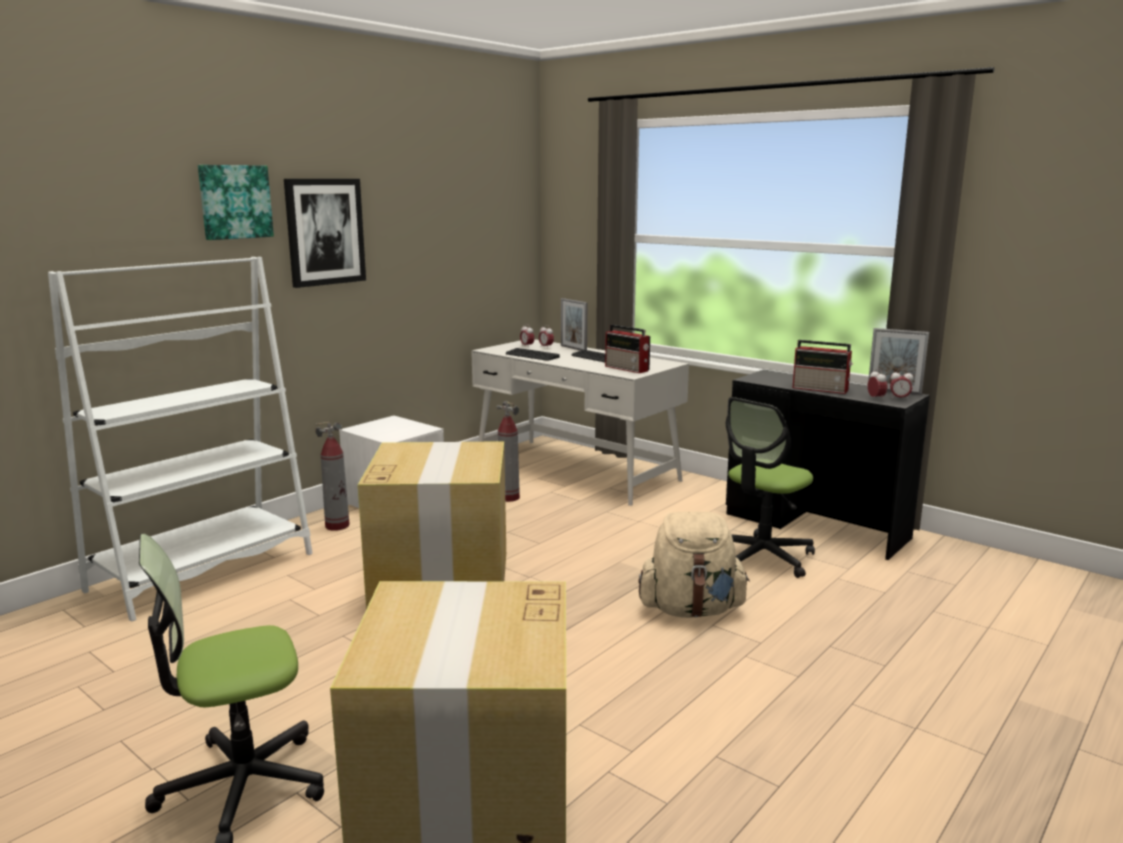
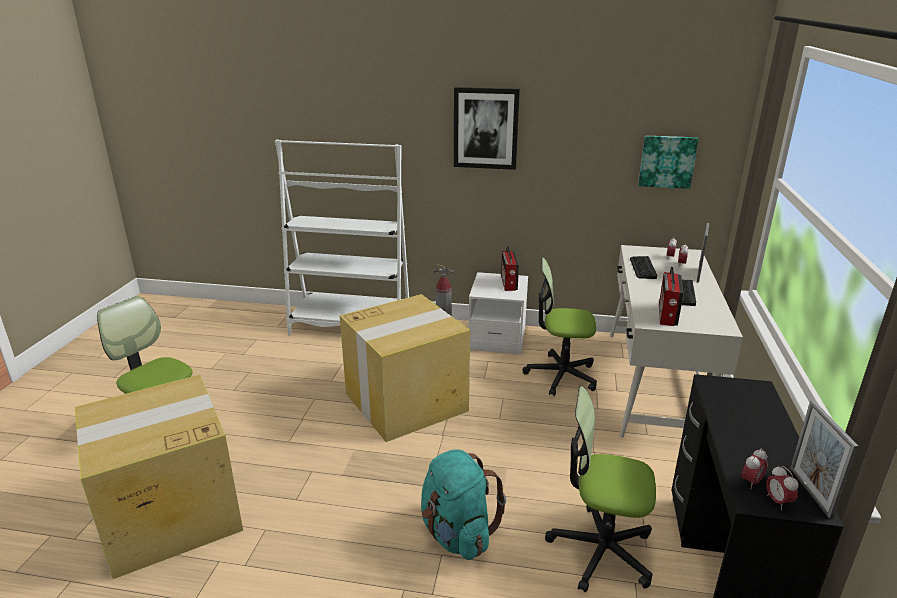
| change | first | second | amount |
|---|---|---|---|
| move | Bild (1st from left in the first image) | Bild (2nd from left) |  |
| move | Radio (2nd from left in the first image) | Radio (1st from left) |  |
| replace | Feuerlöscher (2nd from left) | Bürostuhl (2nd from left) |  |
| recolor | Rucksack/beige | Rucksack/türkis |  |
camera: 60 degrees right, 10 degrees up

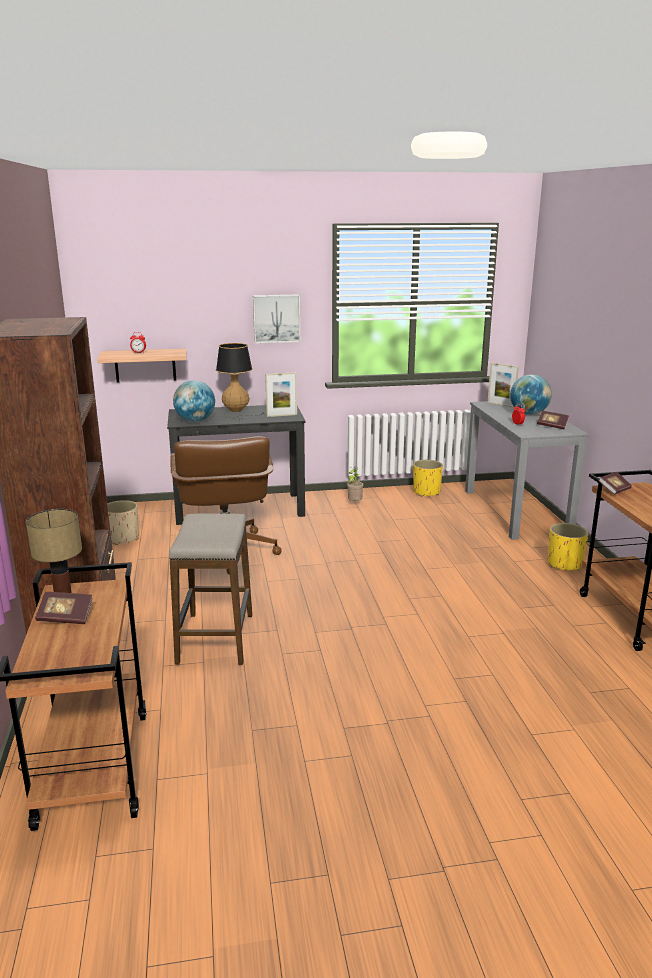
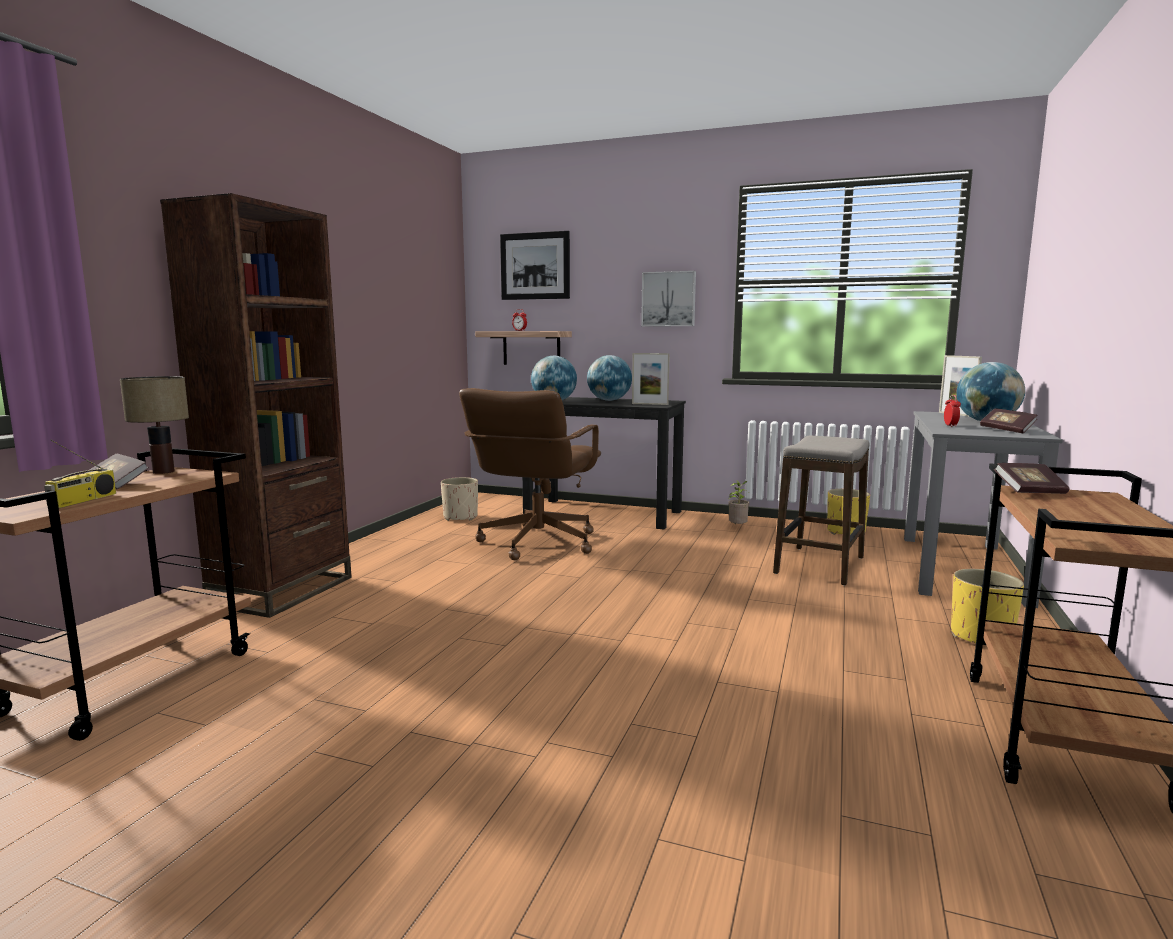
| change | first | second | amount |
|---|---|---|---|
| replace | Tischlampe (2nd from left) | Globus (2nd from left) |  |
| move | Hocker |  |  |
| insert |  | Bild (1st from left) |  |
| insert |  | Radio |  |
camera: 30 degrees right, 10 degrees down

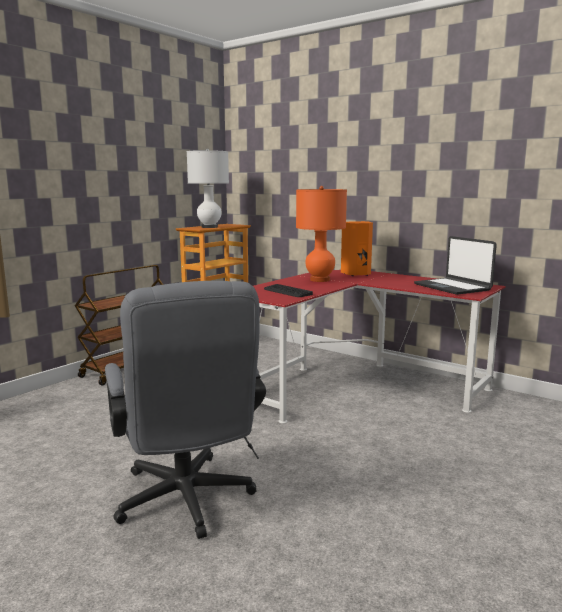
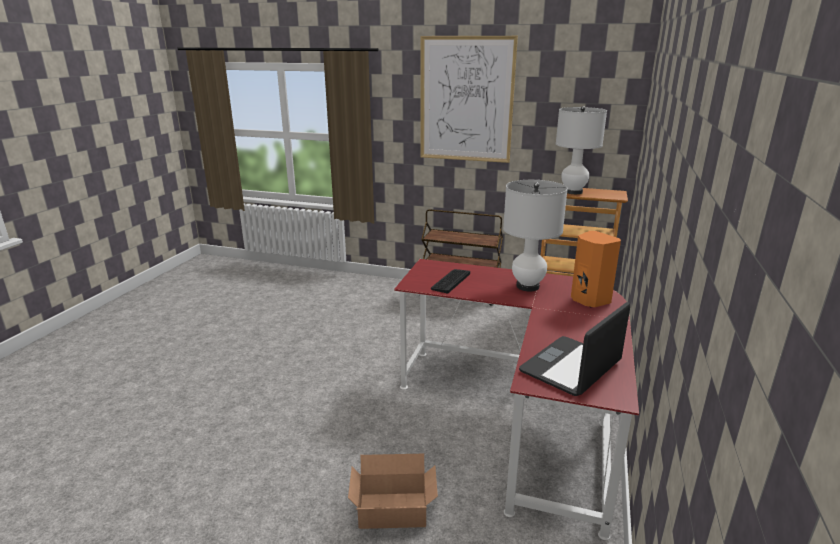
| change | first | second | amount |
|---|---|---|---|
| recolor | Tischlampe/orange | Tischlampe/weiß (1st from left) |  |
| delete | Bürostuhl/grau |  |  |
| insert |  | Bild |  |
| insert |  | Karton |  |
camera: 70 degrees right, 10 degrees up

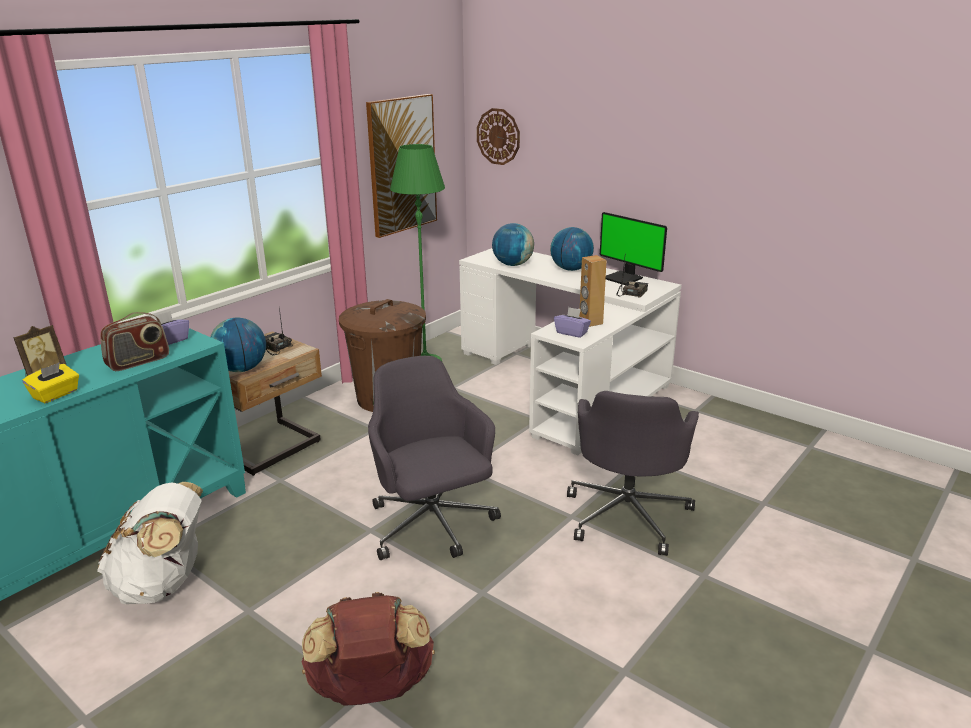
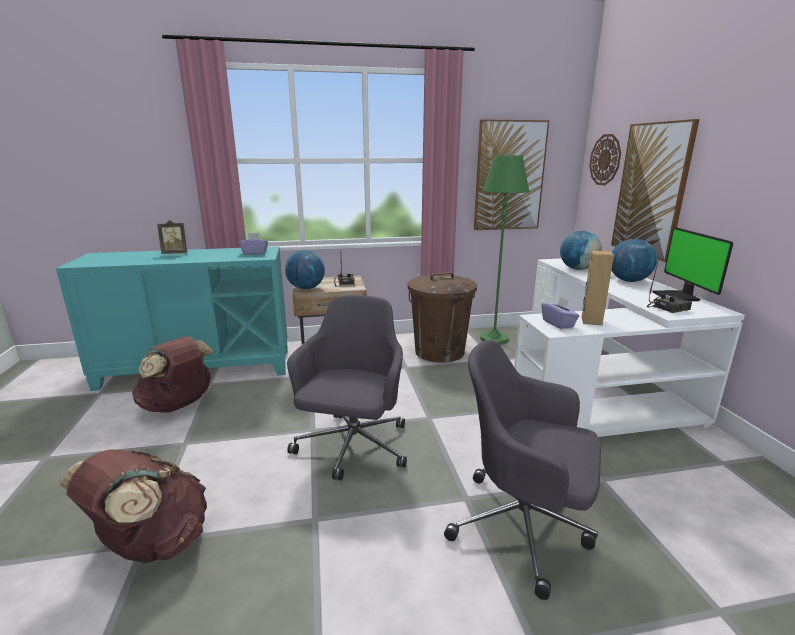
| change | first | second | amount |
|---|---|---|---|
| delete | Radio (1st from left) |  |  |
| delete | Taschentuchbox/gelb |  |  |
| rotate | Bürostuhl/grau (2nd from left) |  | 60 degrees clockwise |
| recolor | Rucksack/weiß | Rucksack/braun (2nd from left) |  |
| insert |  | Bild (2nd from left) |  |
camera: 40 degrees right, 5 degrees down

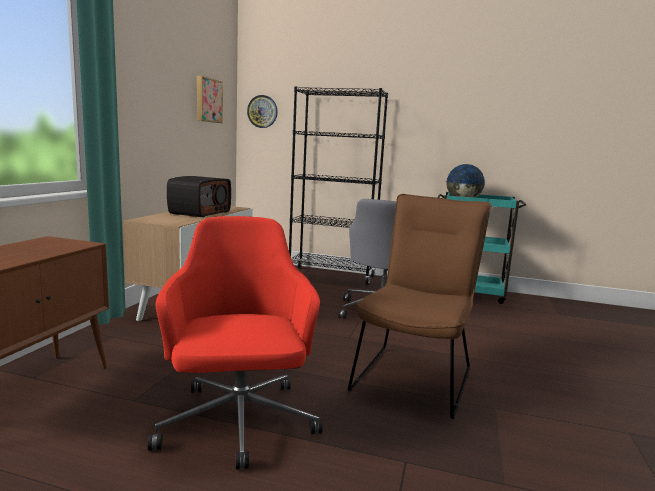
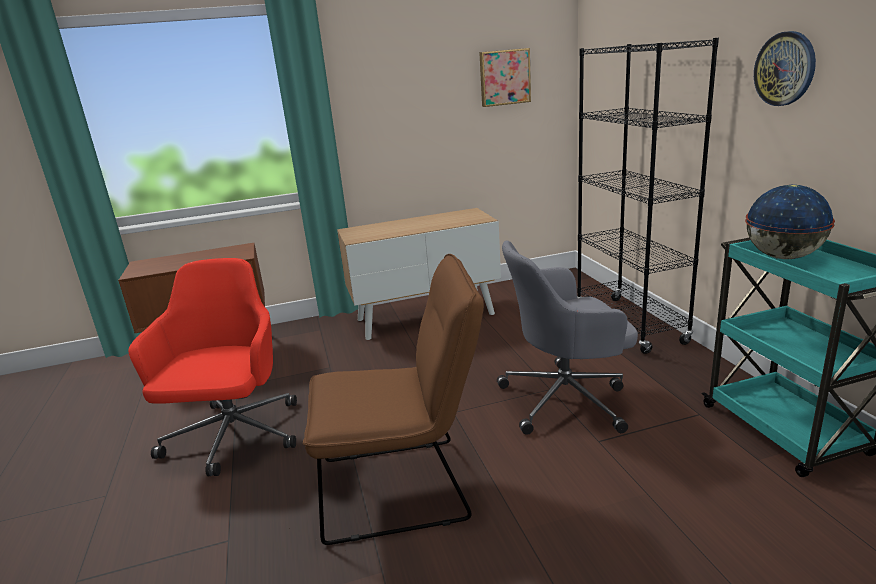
| change | first | second | amount |
|---|---|---|---|
| move | Wanduhr |  |  |
| delete | Radio |  |  |
| rotate | Bürostuhl/rot |  | 45 degrees counterclockwise |
camera: 60 degrees right, 10 degrees up

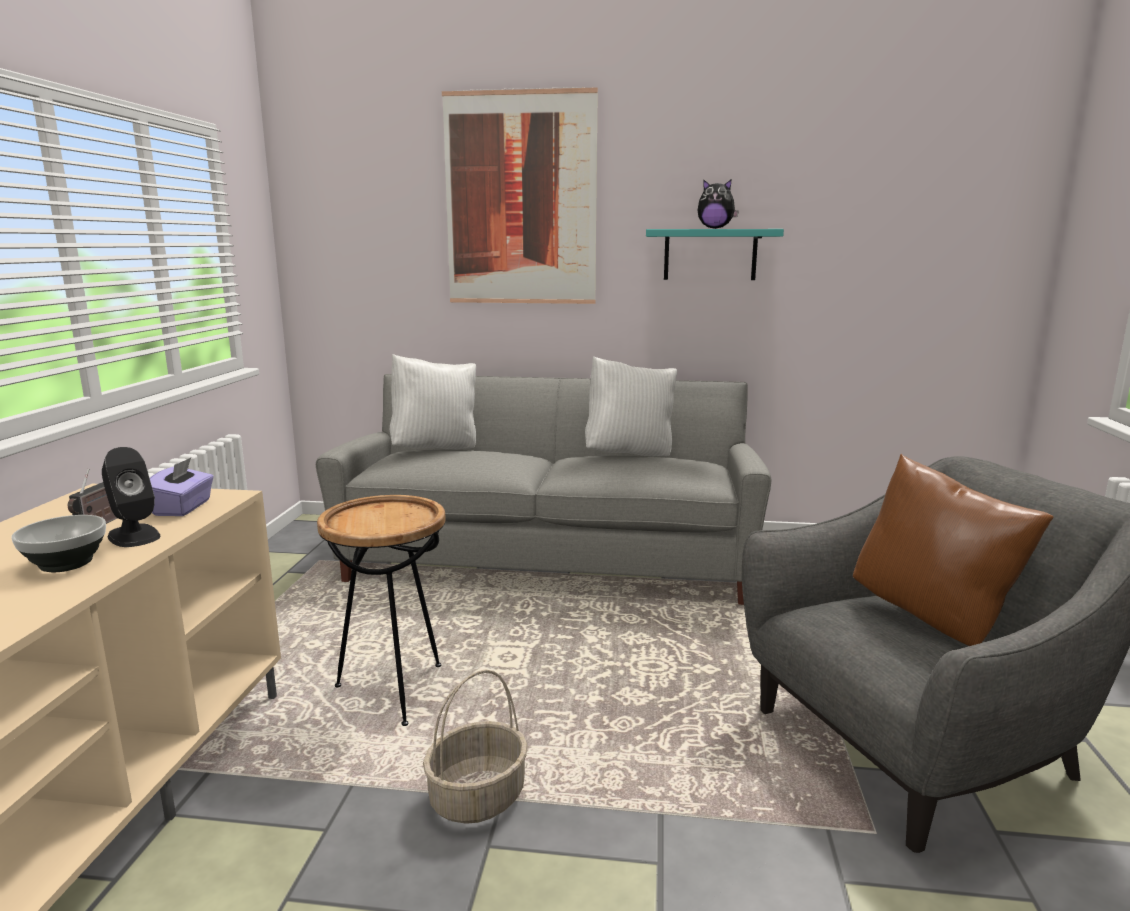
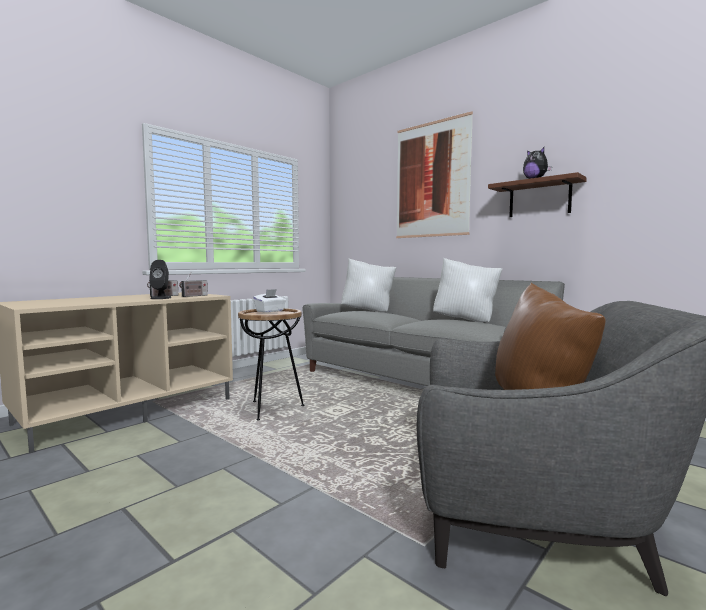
| change | first | second | amount |
|---|---|---|---|
| recolor | Wandregal/türkis | Wandregal/braun |  |
| replace | Taschentuchbox/lila | Radio (2nd from left) |  |
| delete | Schüssel |  |  |
| delete | Korb |  |  |
| insert |  | Taschentuchbox/weiß |  |
camera: 35 degrees right, 10 degrees down

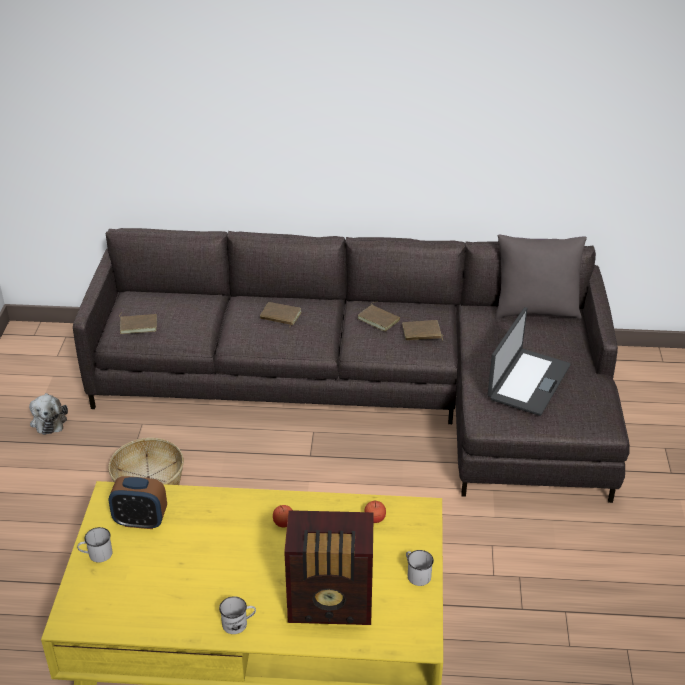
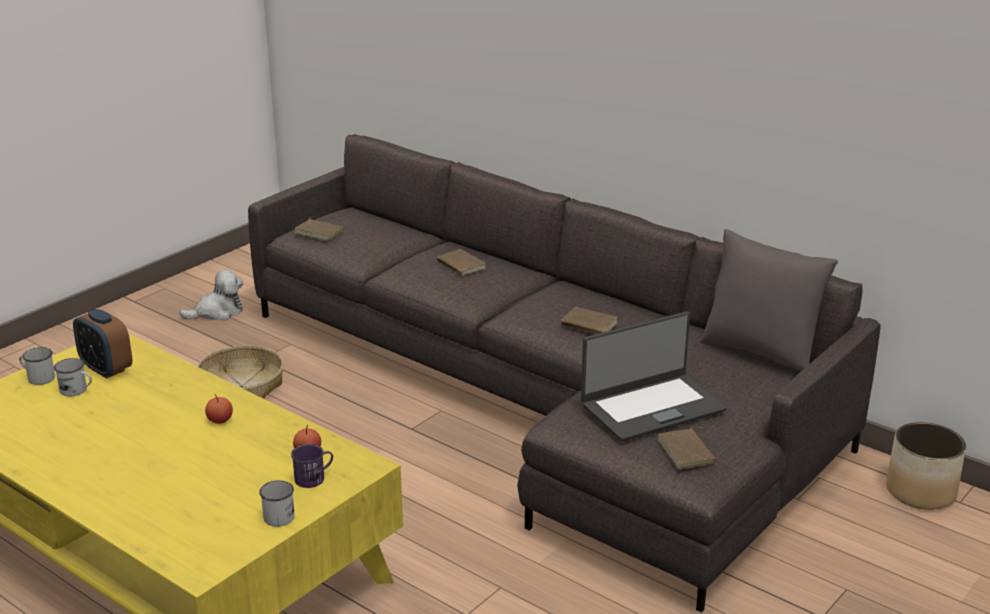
| change | first | second | amount |
|---|---|---|---|
| move | Buch/braun (3rd from left in the first image) | Buch/braun (4th from left) |  |
| rotate | Plüschtier |  | 135 degrees counterclockwise |
| delete | Radio |  |  |
| move | Henkelbecher/weiß (2nd from left) |  |  |
| insert |  | Pflanzkübel |  |
| insert |  | Henkelbecher/lila |  |
camera: 35 degrees right, 10 degrees down

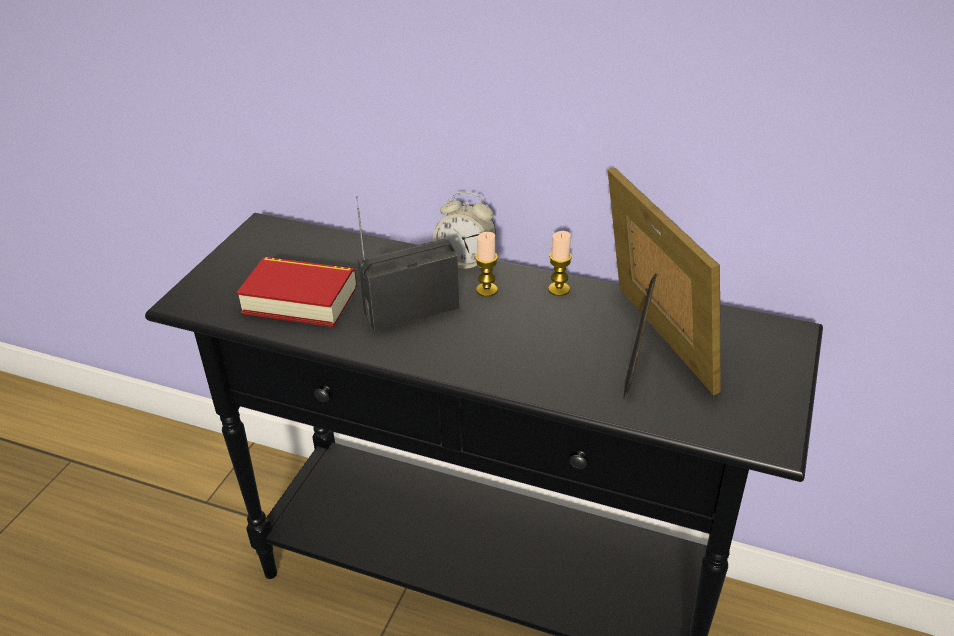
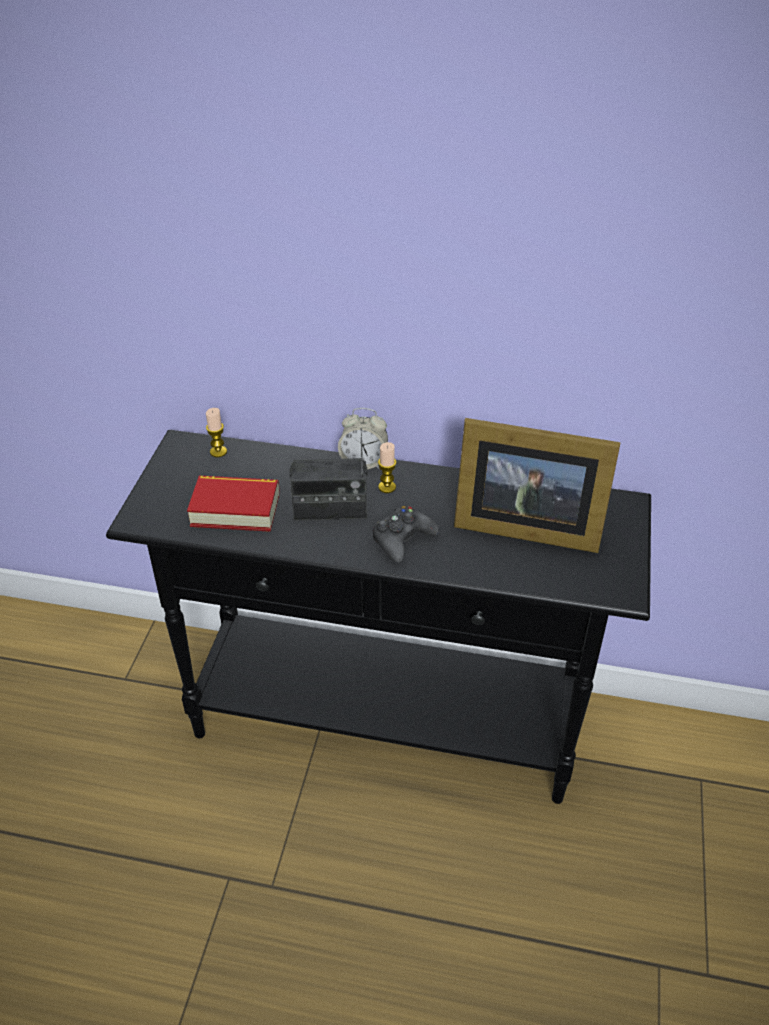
| change | first | second | amount |
|---|---|---|---|
| rotate | Bilderrahmen |  | 135 degrees clockwise |
| rotate | Radio |  | 150 degrees counterclockwise |
| move | Kerze (2nd from left in the first image) | Kerze (1st from left) |  |
| insert |  | Gamepad/schwarz |  |
camera: 10 degrees left, 5 degrees up

